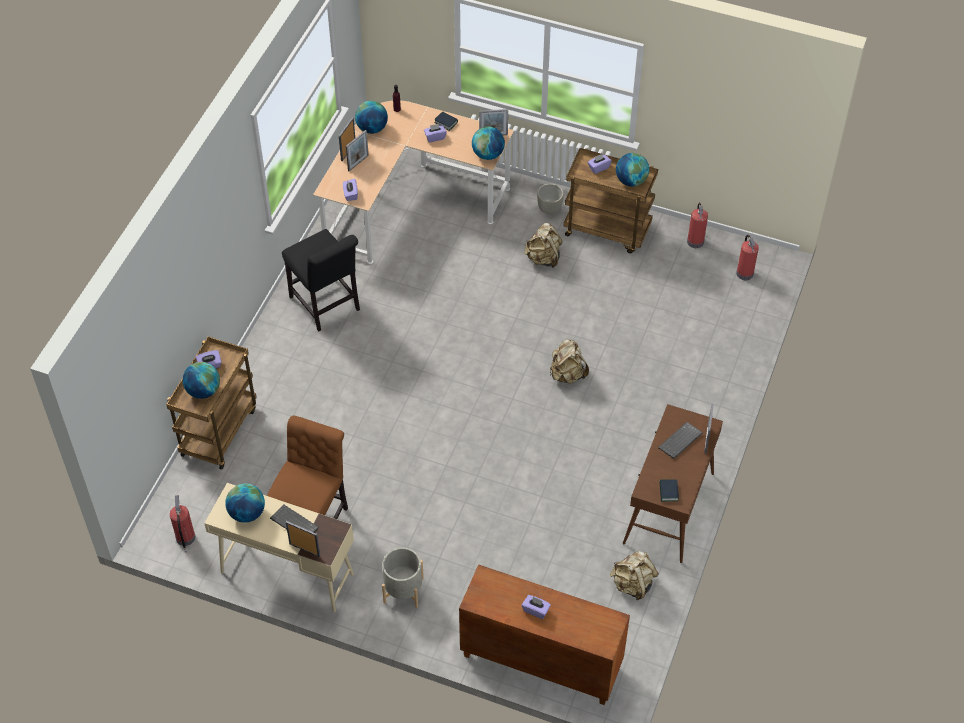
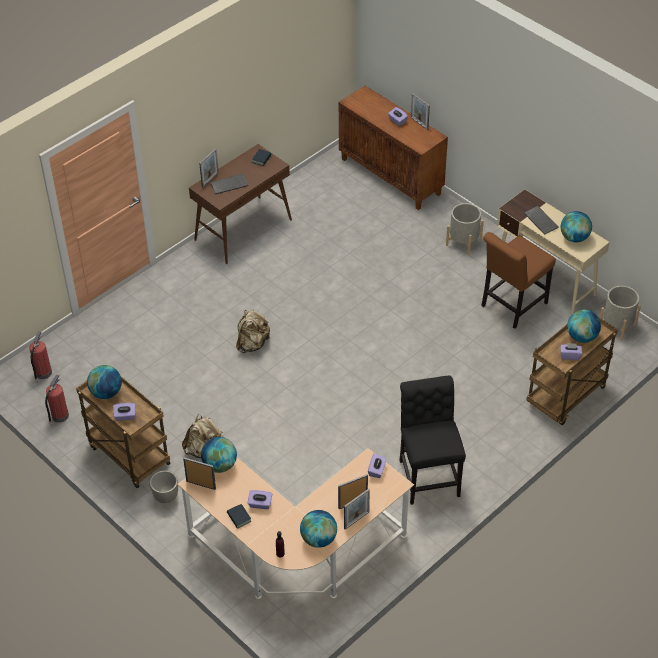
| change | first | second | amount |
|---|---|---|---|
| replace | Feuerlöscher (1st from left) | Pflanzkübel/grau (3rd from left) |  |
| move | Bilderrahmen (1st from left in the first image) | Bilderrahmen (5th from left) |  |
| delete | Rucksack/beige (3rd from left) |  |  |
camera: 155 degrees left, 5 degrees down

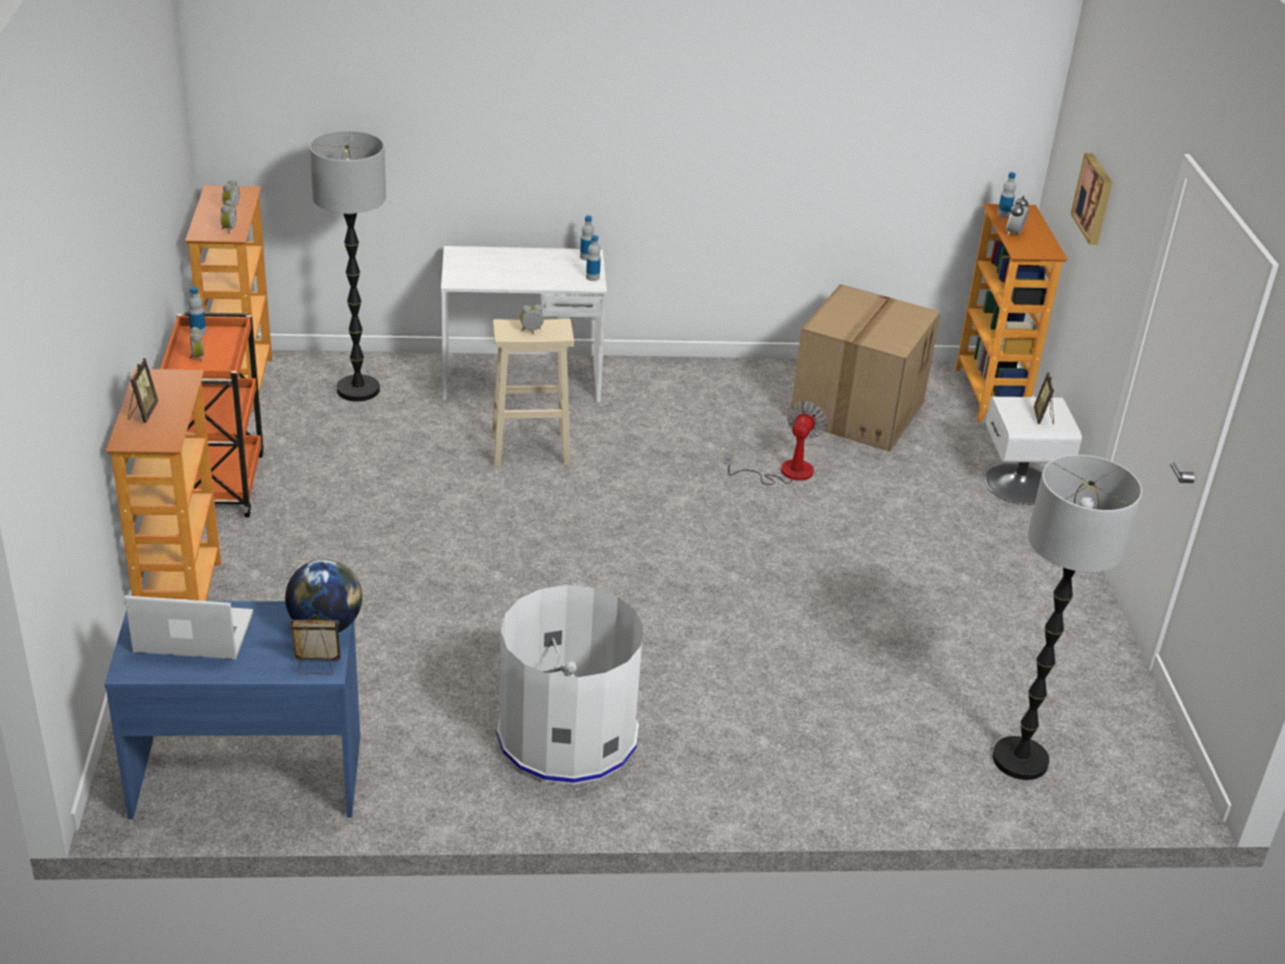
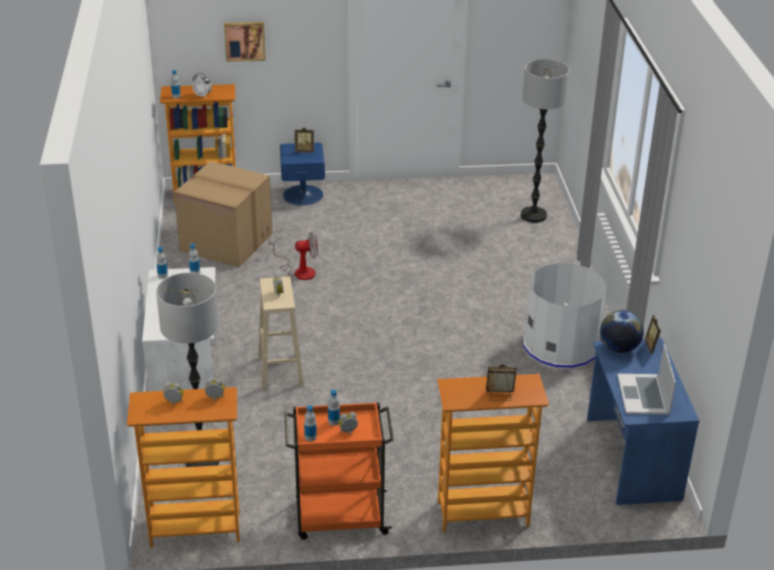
| change | first | second | amount |
|---|---|---|---|
| recolor | Nachttisch/weiß | Nachttisch/blau |  |
| rotate | Ventilator |  | 150 degrees clockwise |
| insert |  | Flasche (5th from left) |  |
camera: 90 degrees left, 0 degrees up

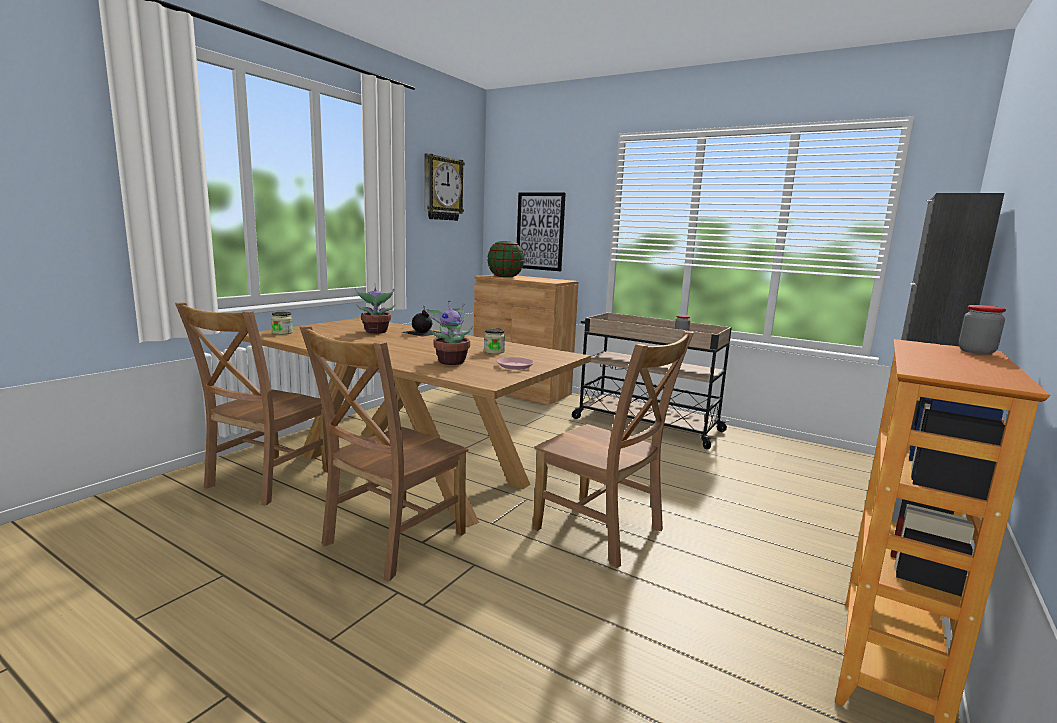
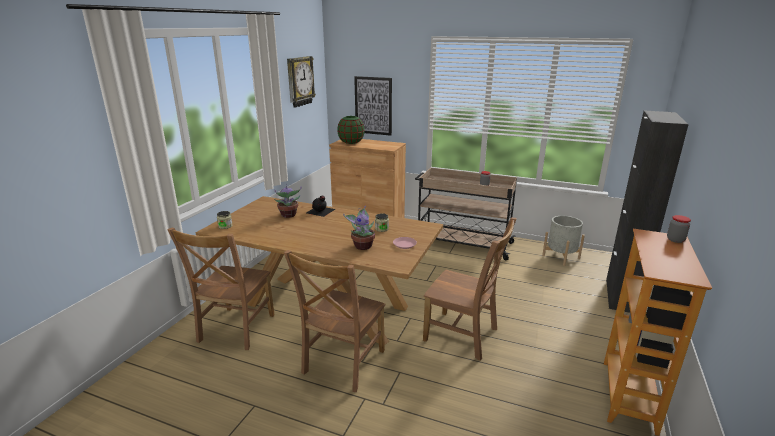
| change | first | second | amount |
|---|---|---|---|
| insert |  | Pflanzkübel/grau |  |
camera: 10 degrees left, 10 degrees up

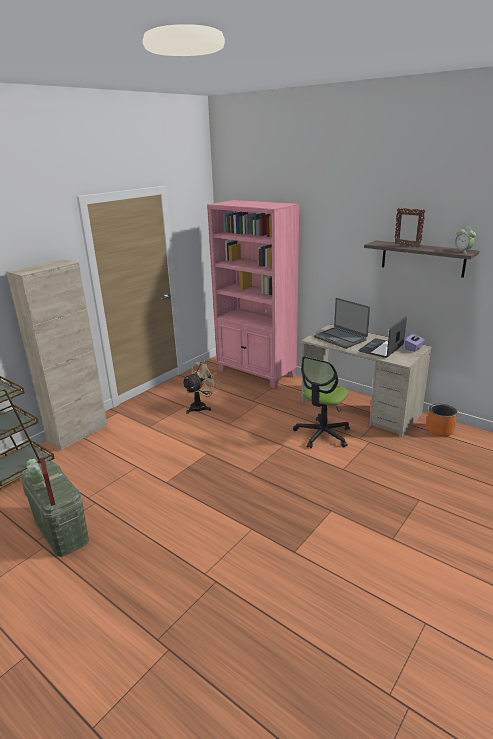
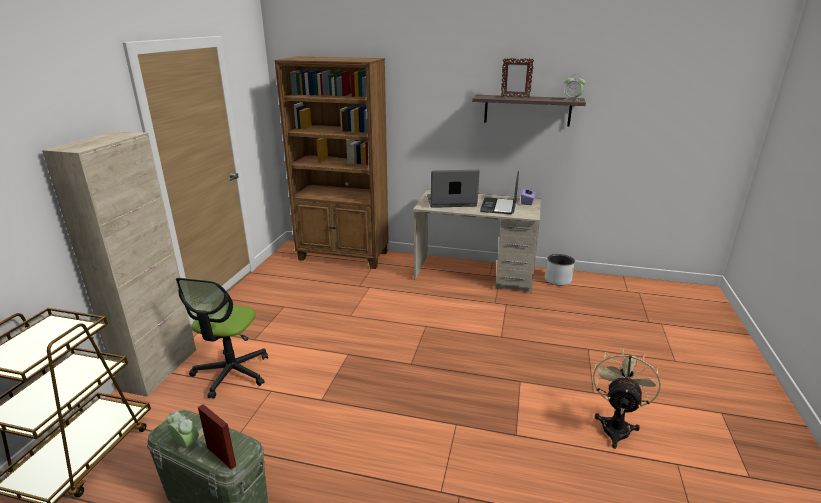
| change | first | second | amount |
|---|---|---|---|
| recolor | Bücherregal/rosa | Bücherregal/braun |  |
| rotate | Laptop (1st from left) |  | 150 degrees clockwise |
| move | Bürostuhl |  |  |
| move | Ventilator/beige |  |  |
| recolor | Pflanzkübel/orange | Pflanzkübel/grau |  |
camera: 25 degrees left, 0 degrees up

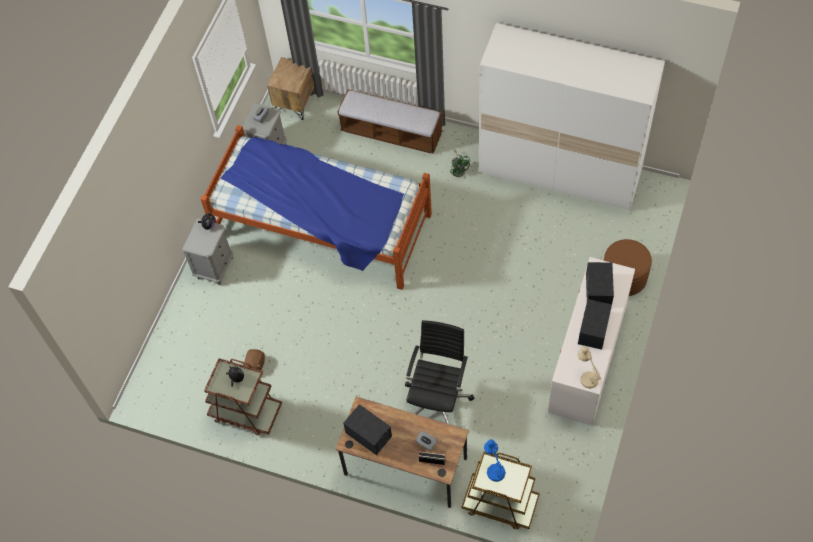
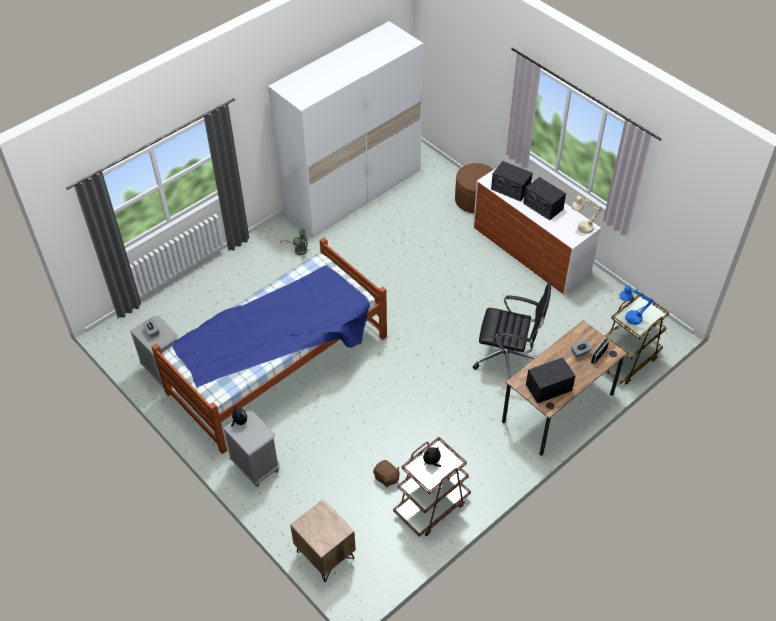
| change | first | second | amount |
|---|---|---|---|
| move | Nachttisch/braun |  |  |
| delete | Bank |  |  |
| rotate | Bürostuhl/schwarz |  | 150 degrees clockwise |
camera: 65 degrees left, 10 degrees down

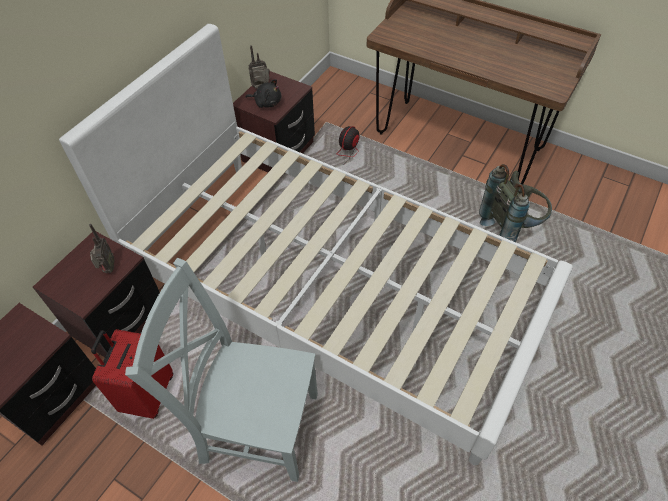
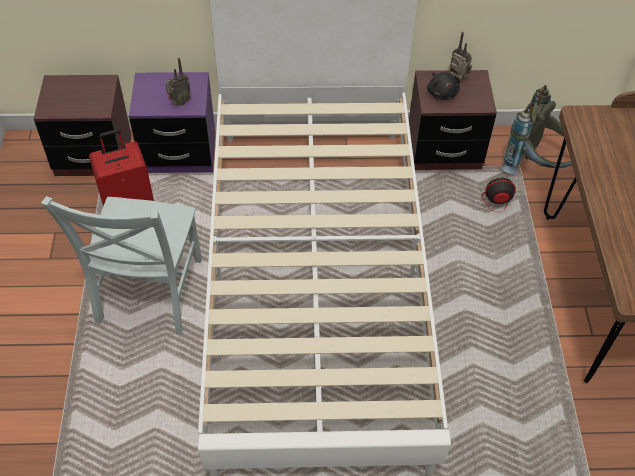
| change | first | second | amount |
|---|---|---|---|
| move | Rucksack/grau |  |  |
| recolor | Nachttisch/braun (2nd from left) | Nachttisch/lila |  |
| rotate | Stuhl/grau |  | 150 degrees counterclockwise |
camera: 55 degrees right, 0 degrees up

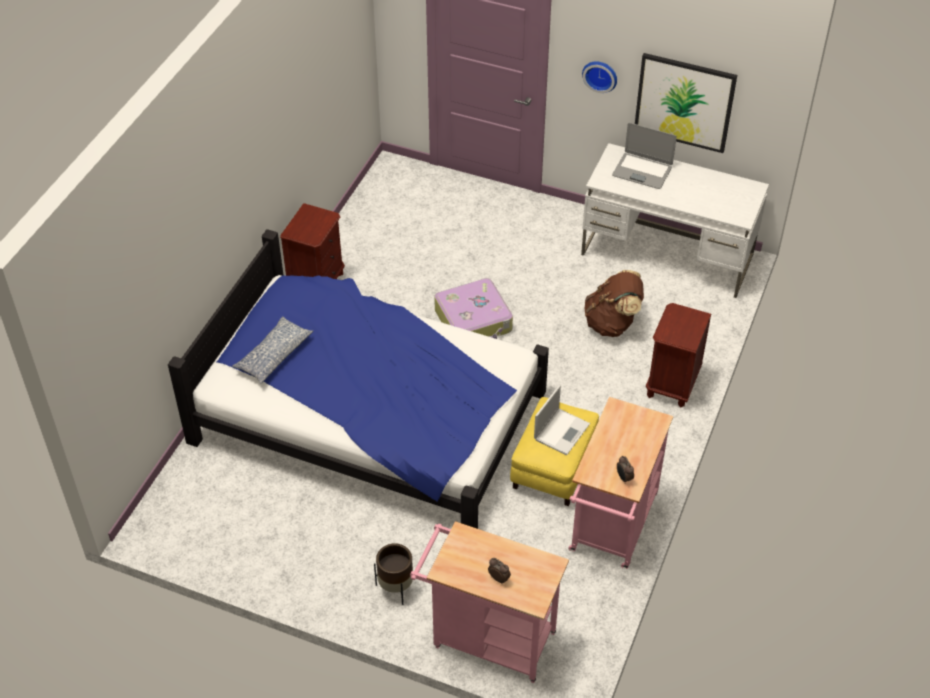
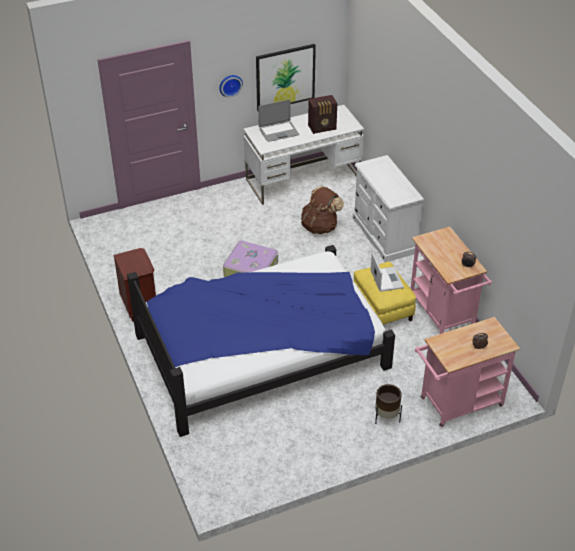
| change | first | second | amount |
|---|---|---|---|
| replace | Nachttisch/braun (2nd from left) | Kommode/weiß |  |
| delete | Kissen |  |  |
| insert |  | Radio |  |
camera: 45 degrees left, 5 degrees down

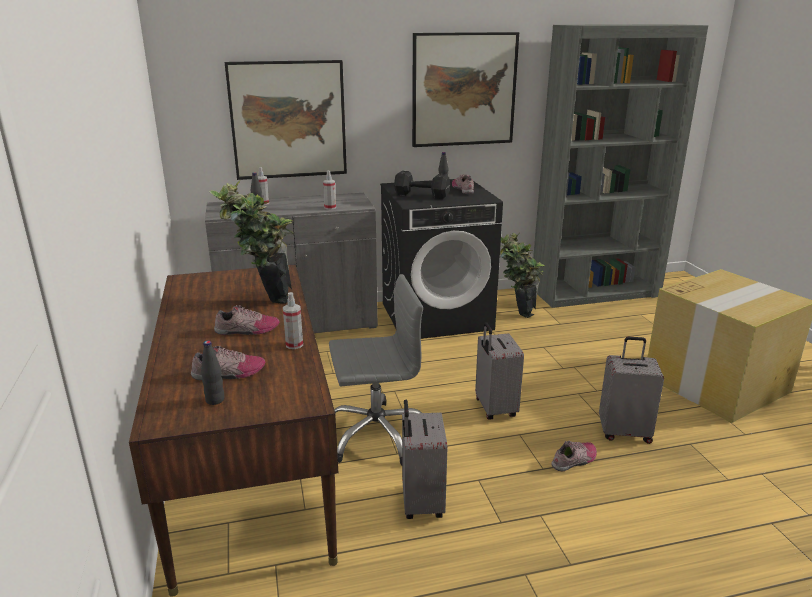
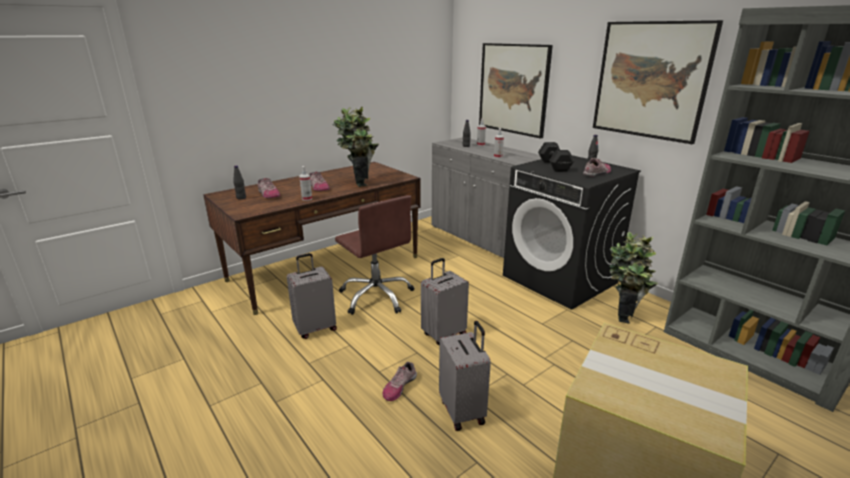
| change | first | second | amount |
|---|---|---|---|
| recolor | Bürostuhl/grau | Bürostuhl/braun |  |
| rotate | Schuh (4th from left in the first image) | Schuh (3rd from left) | 90 degrees clockwise |
camera: 65 degrees right, 0 degrees up

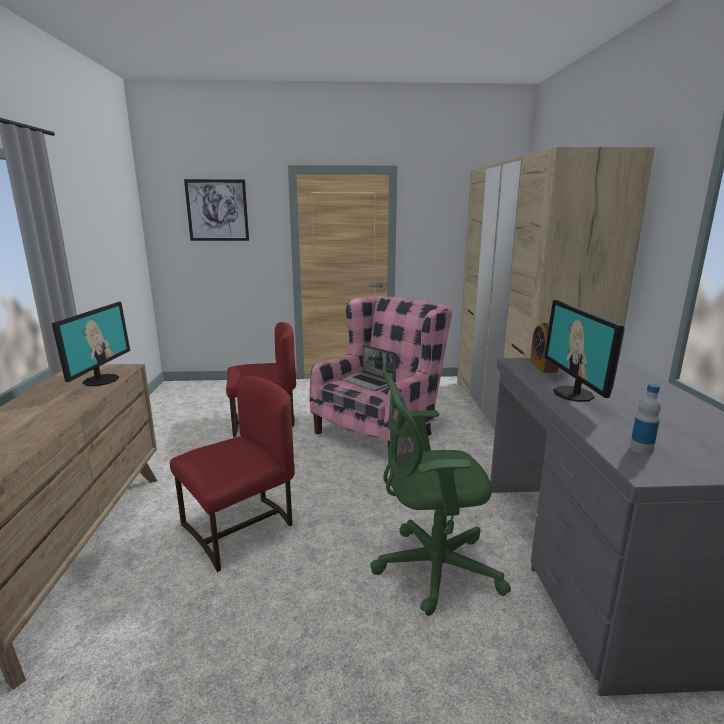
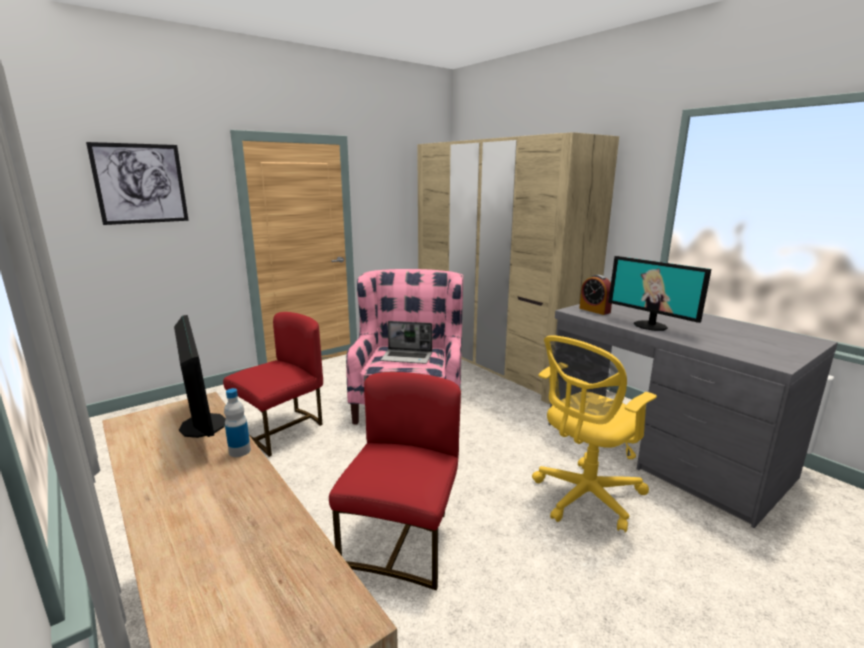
| change | first | second | amount |
|---|---|---|---|
| recolor | Bürostuhl/grün | Bürostuhl/gelb |  |
| move | Flasche |  |  |
camera: 35 degrees left, 0 degrees up

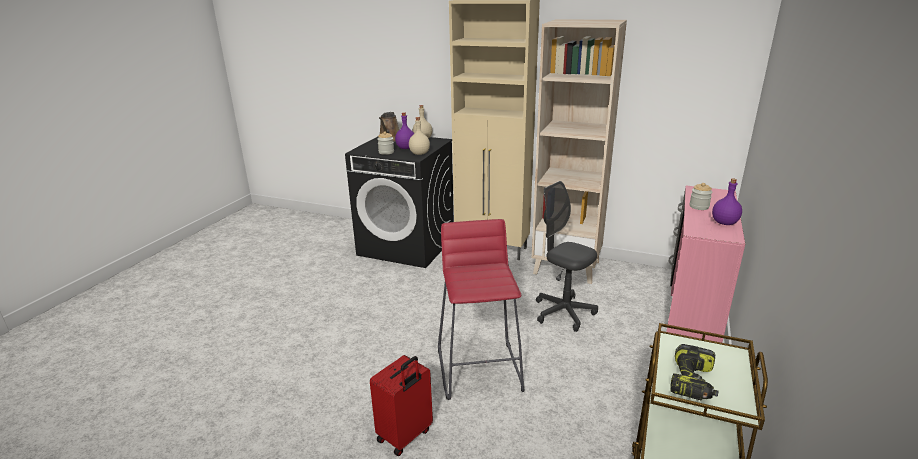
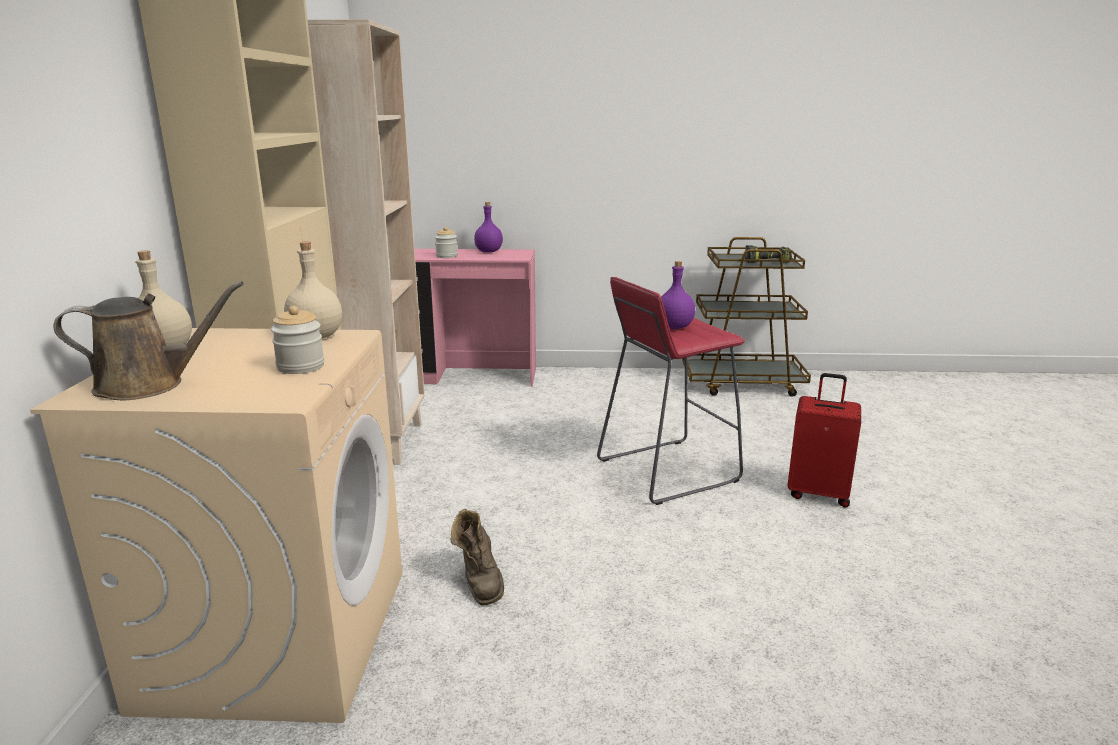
| change | first | second | amount |
|---|---|---|---|
| move | Flasche/lila (1st from left in the first image) | Flasche/lila (2nd from left) |  |
| recolor | Waschmaschine/schwarz | Waschmaschine/beige |  |
| delete | Bürostuhl/grau |  |  |
| insert |  | Stiefel/braun |  |
camera: 110 degrees left, 5 degrees down

